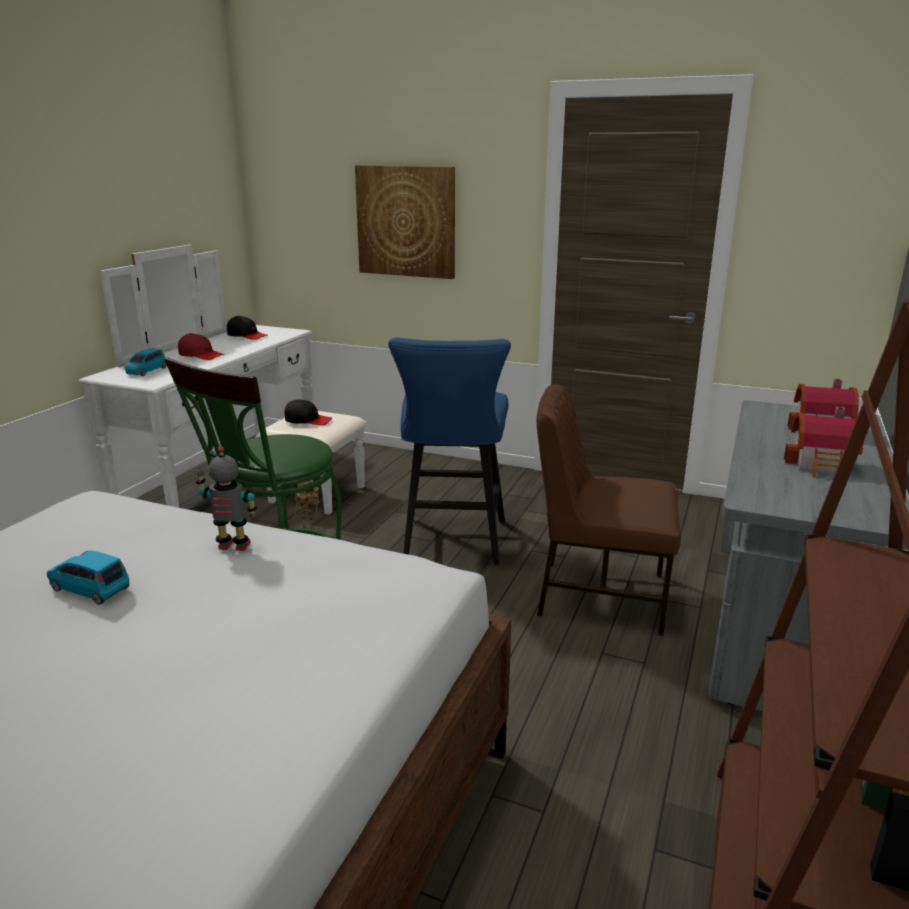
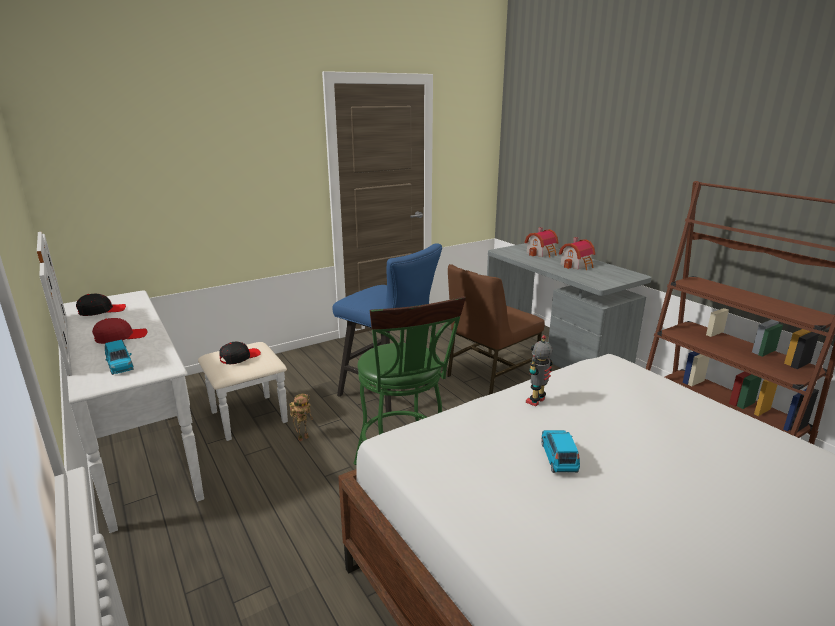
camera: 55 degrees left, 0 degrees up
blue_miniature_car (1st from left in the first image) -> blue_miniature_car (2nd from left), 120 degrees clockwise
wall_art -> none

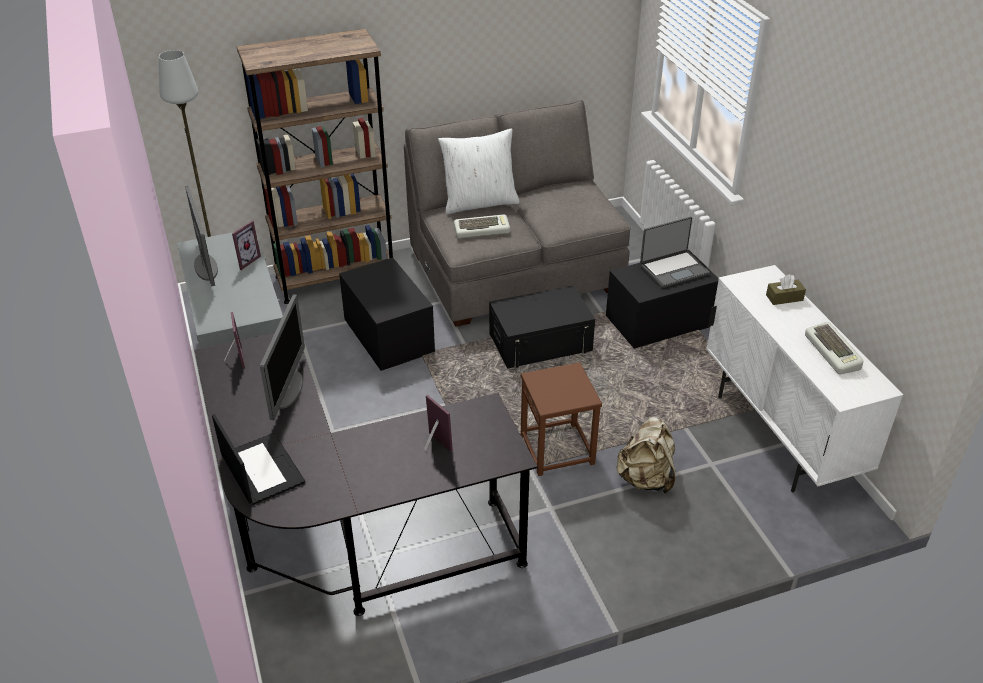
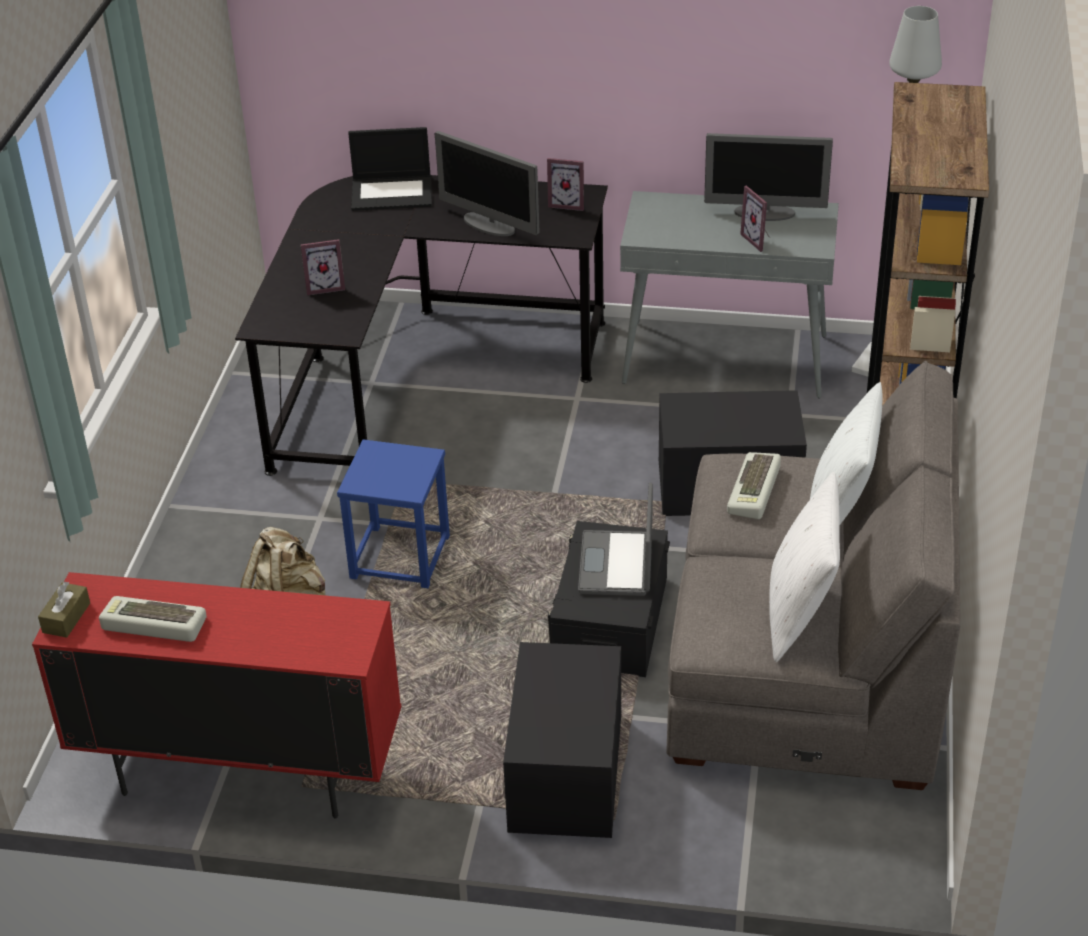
camera: 120 degrees right, 0 degrees up
brownish_stool -> blue_stool
laptop (2nd from left), move
white-coloured_cabinet -> red_cabinet
brownish_box_of_tissues, move
none -> white-coloured_throw_pillow (1st from left)

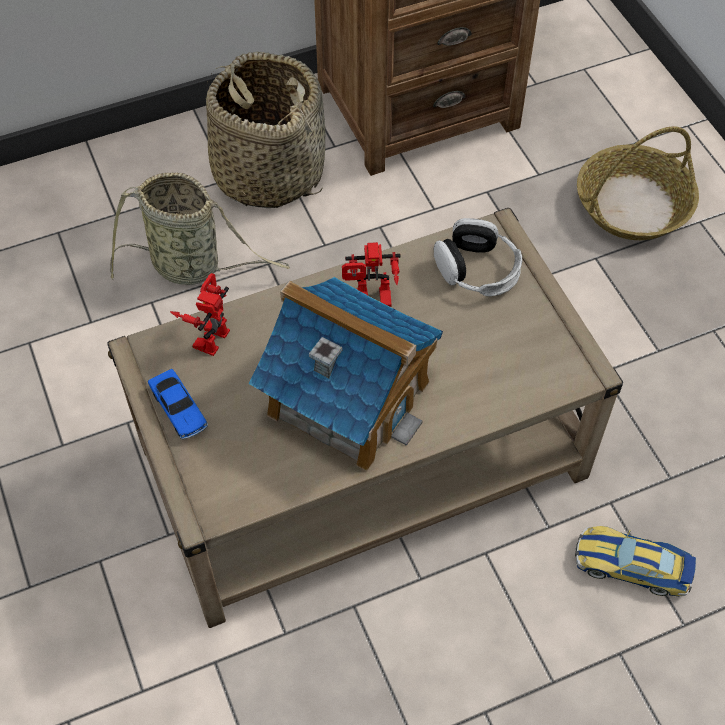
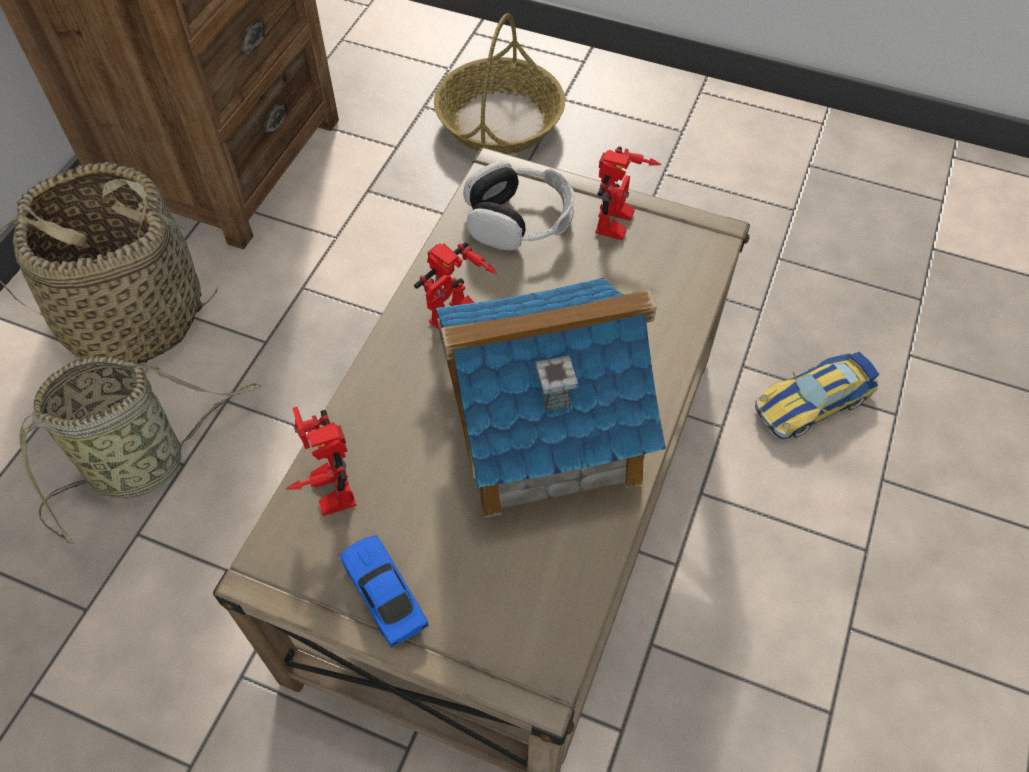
camera: 45 degrees left, 0 degrees up
miniature_car (1st from left), 135 degrees counterclockwise
none -> model_robot (3rd from left)

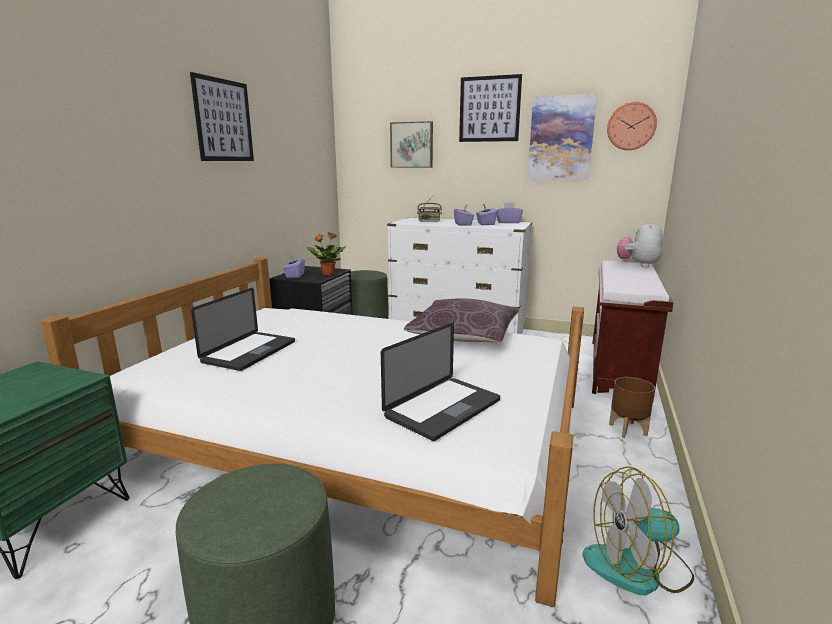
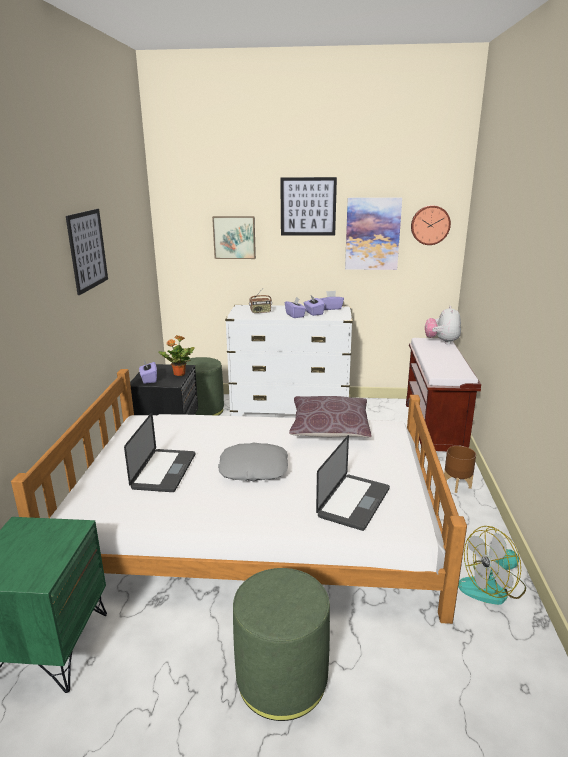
camera: 15 degrees left, 5 degrees up
none -> greyish_throw_pillow

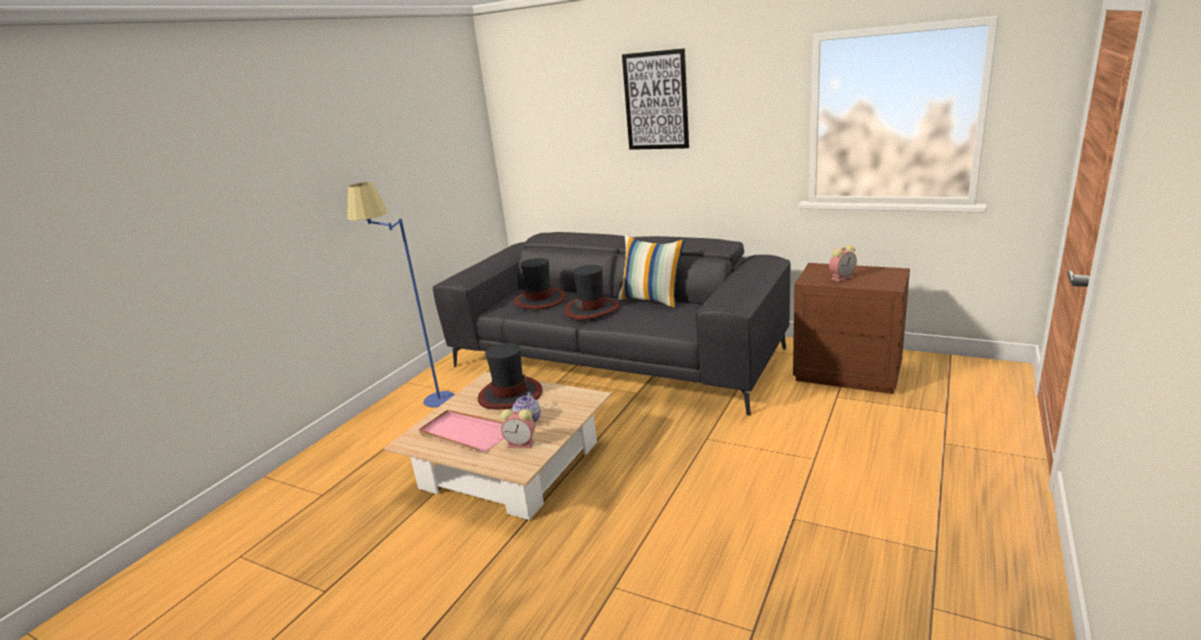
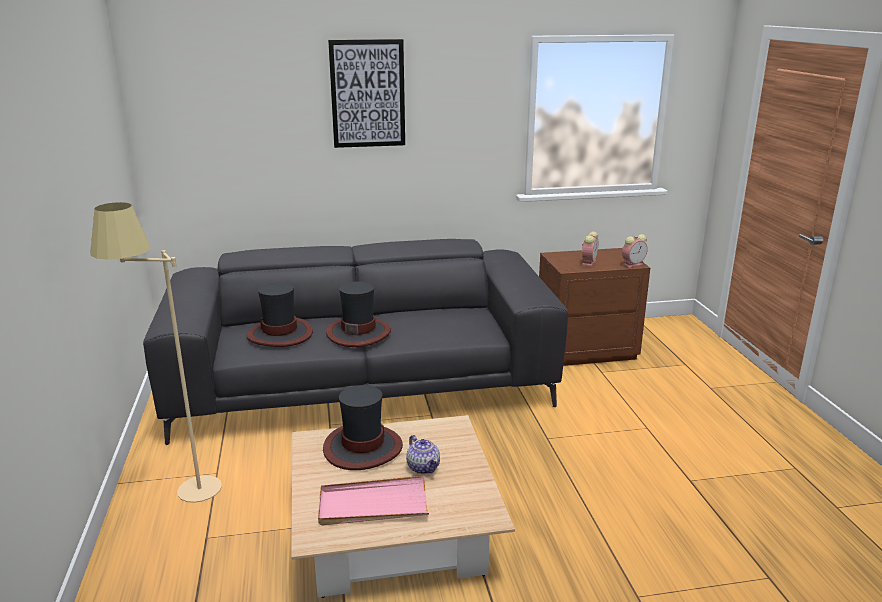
camera: 40 degrees left, 0 degrees up
blue_standard_lamp -> beige_standard_lamp
table_clock (1st from left in the first image) -> table_clock (2nd from left), move
throw_pillow -> none

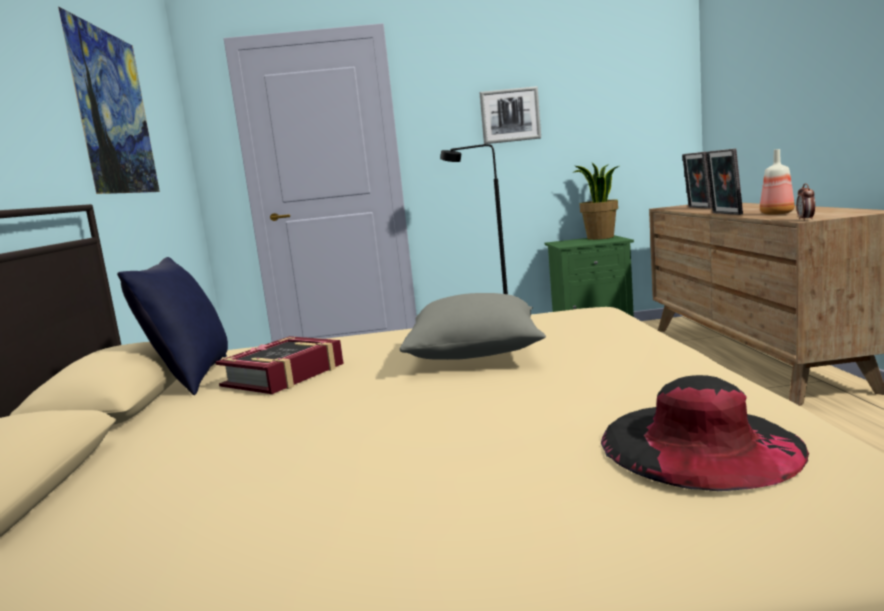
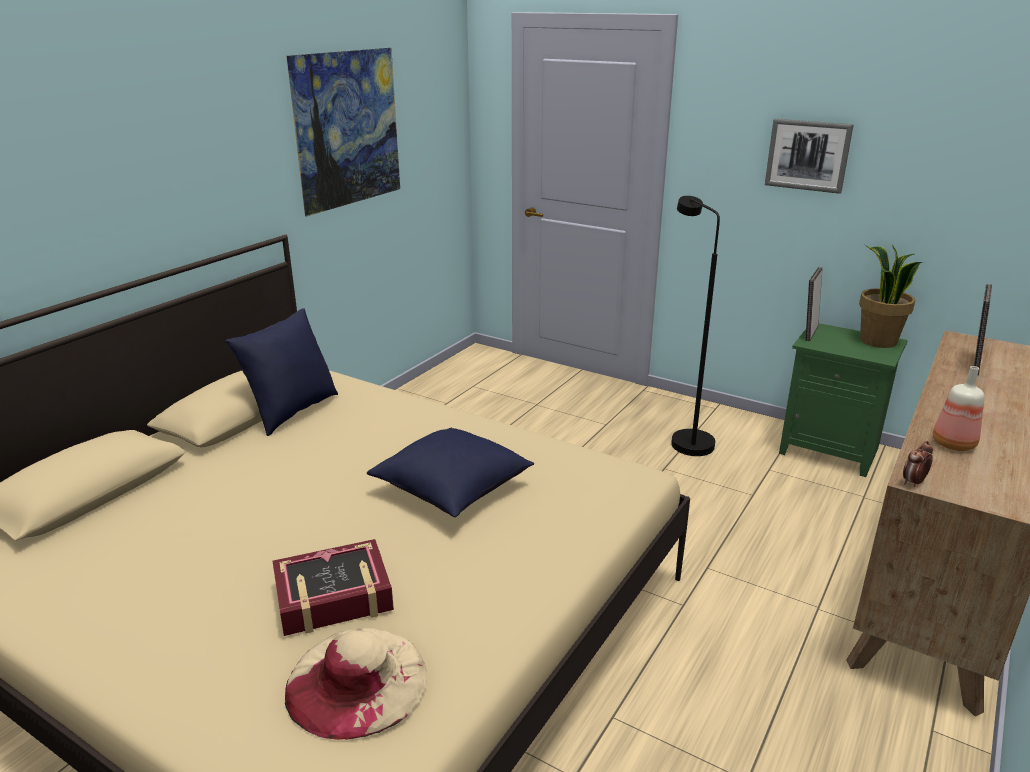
camera: 35 degrees right, 15 degrees up
bound_book, move
greyish_throw_pillow -> blue_throw_pillow (2nd from left)
black_hat -> beige_hat
standing_frame (2nd from left in the first image) -> standing_frame (1st from left), move

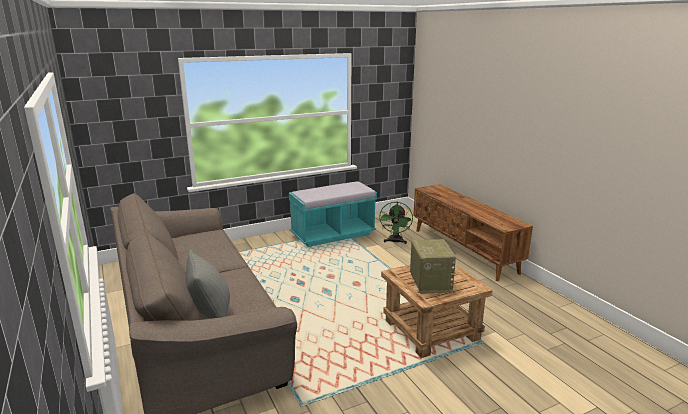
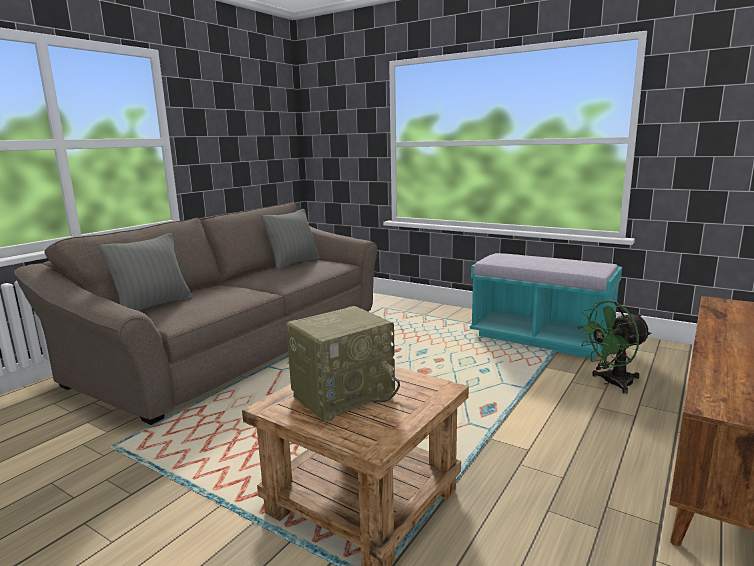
camera: 60 degrees right, 5 degrees down
none -> greyish_throw_pillow (2nd from left)

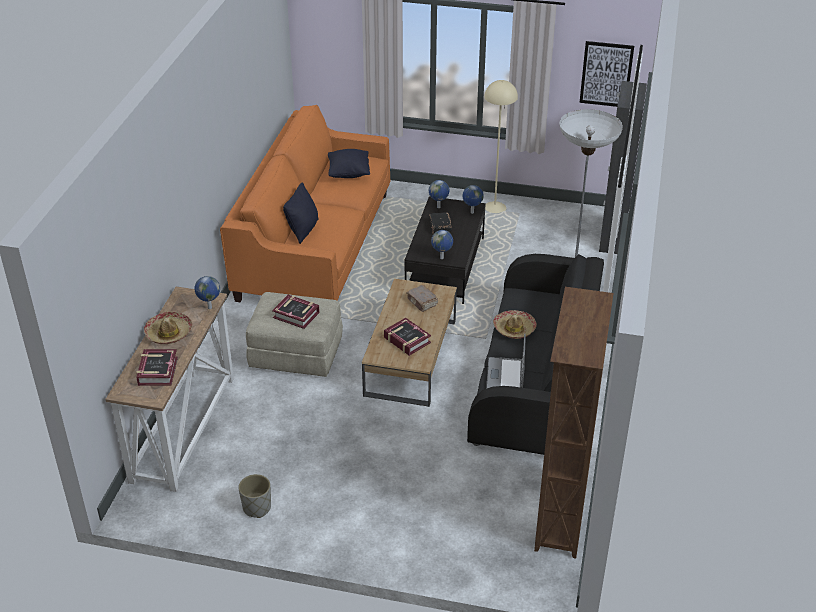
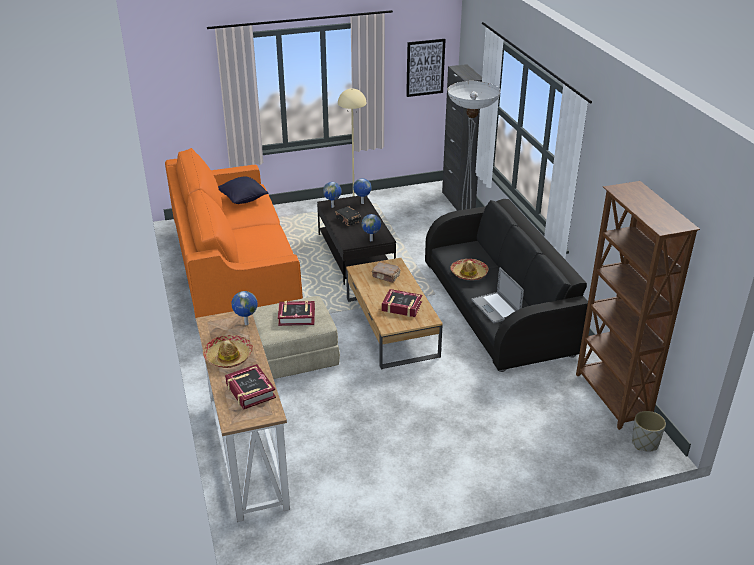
camera: 30 degrees left, 5 degrees down
greyish_plant_pot, move
black_throw_pillow (1st from left) -> none

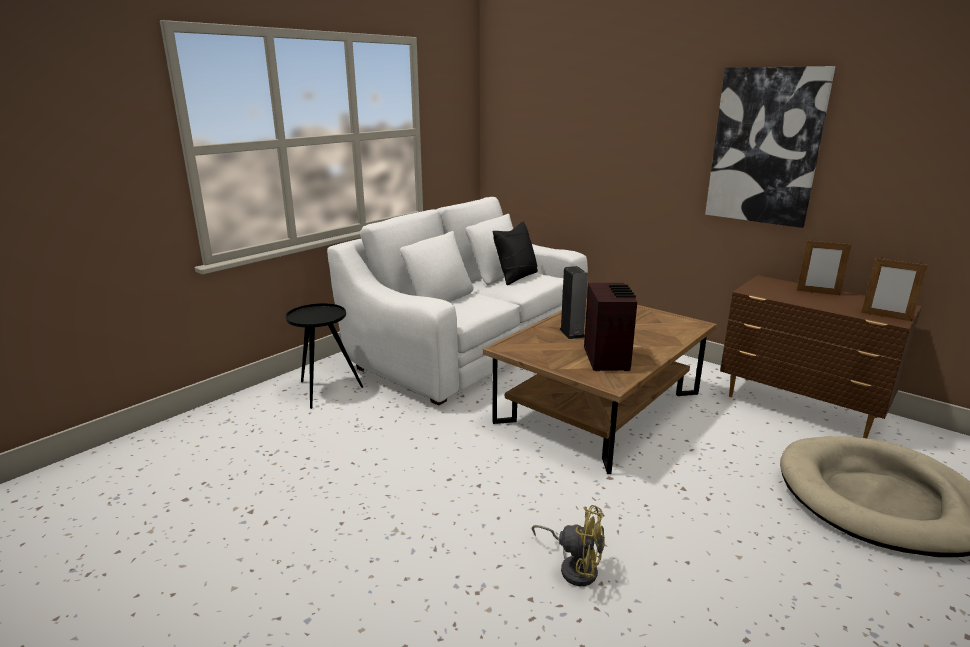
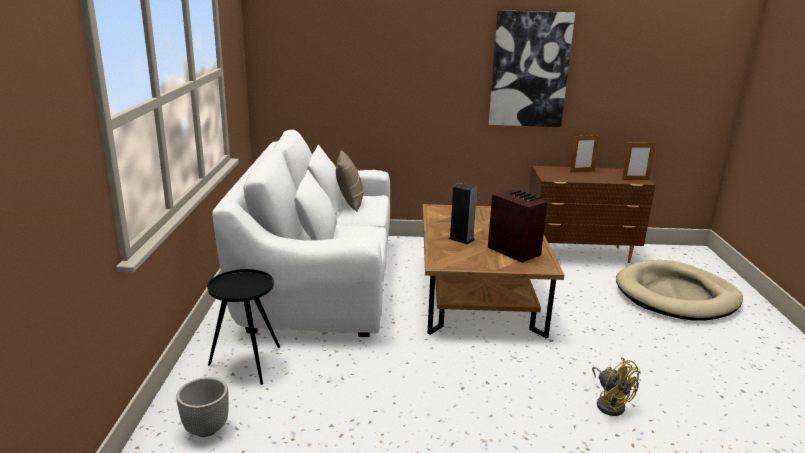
camera: 40 degrees left, 0 degrees up
black_throw_pillow -> beige_throw_pillow
yellow-coloured_fan, 75 degrees clockwise
none -> plant_pot

